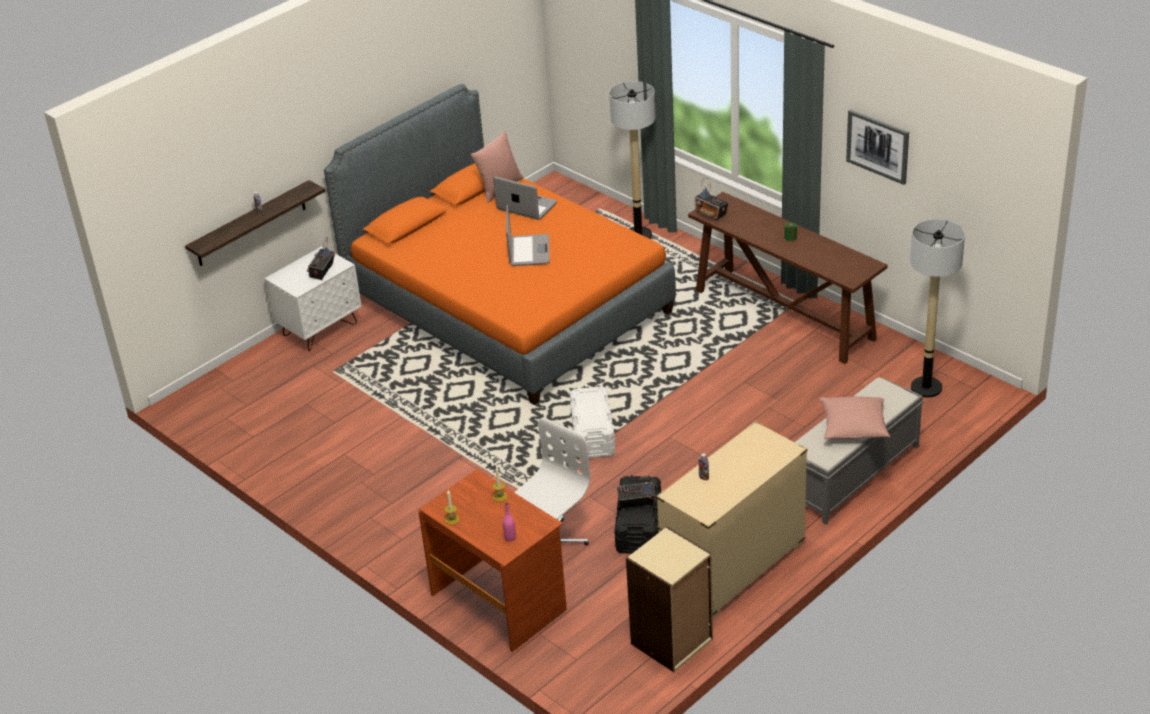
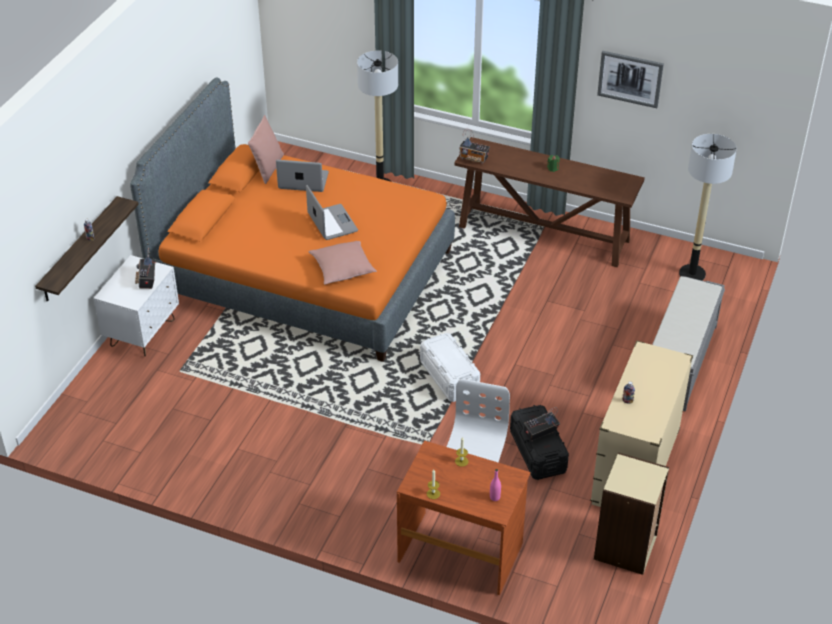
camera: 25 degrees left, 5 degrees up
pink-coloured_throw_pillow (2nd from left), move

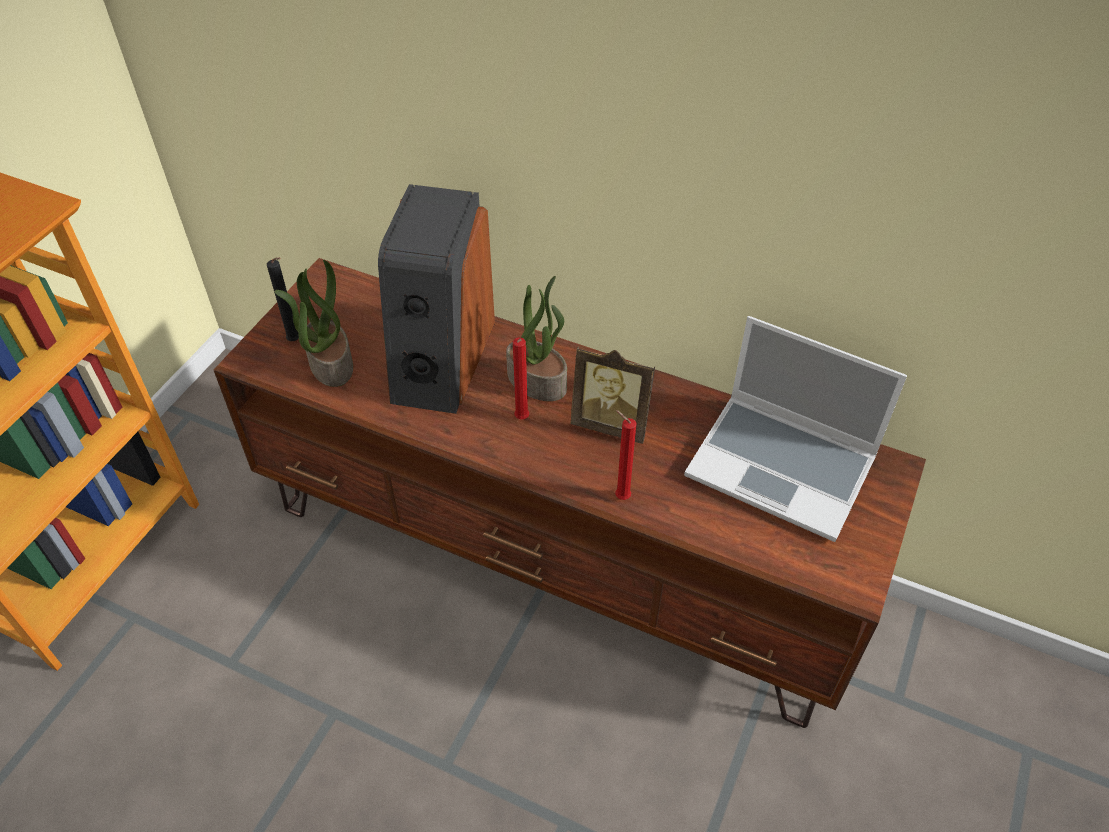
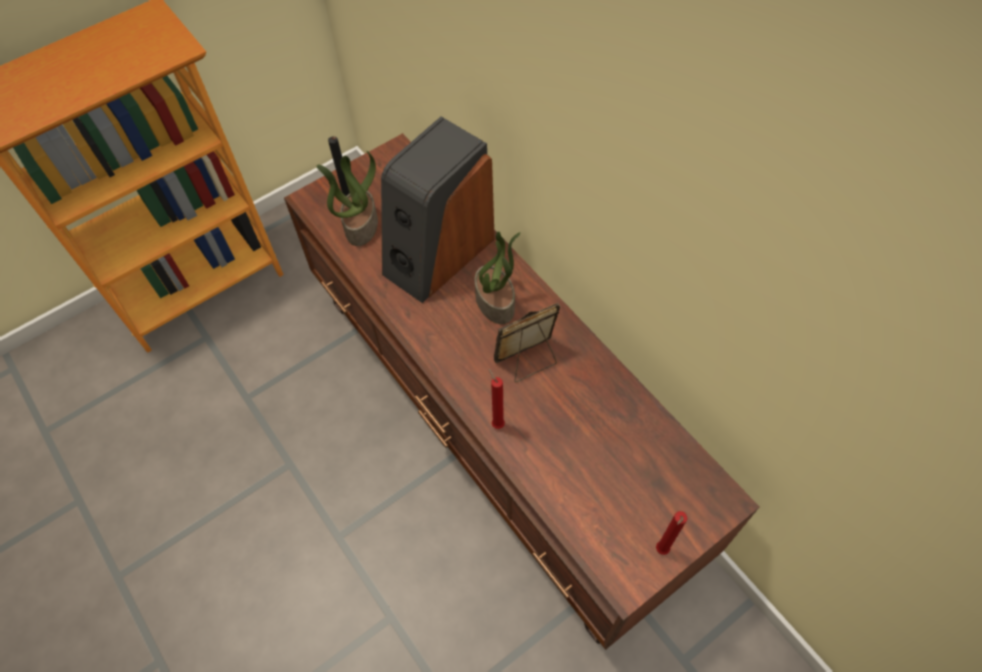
camera: 30 degrees right, 10 degrees up
red_wax_light (1st from left in the first image) -> red_wax_light (2nd from left), move
standing_frame, 105 degrees clockwise
laptop -> none

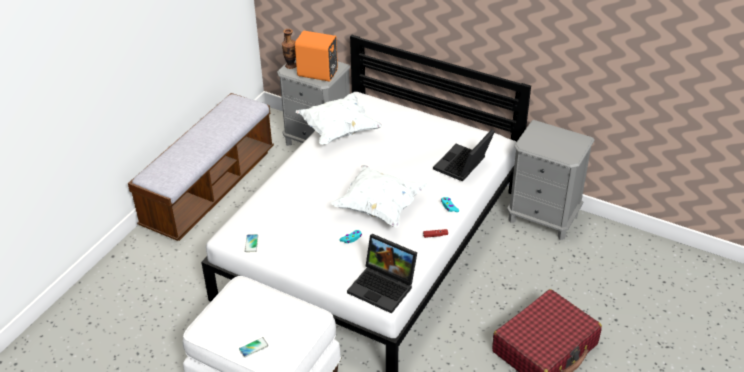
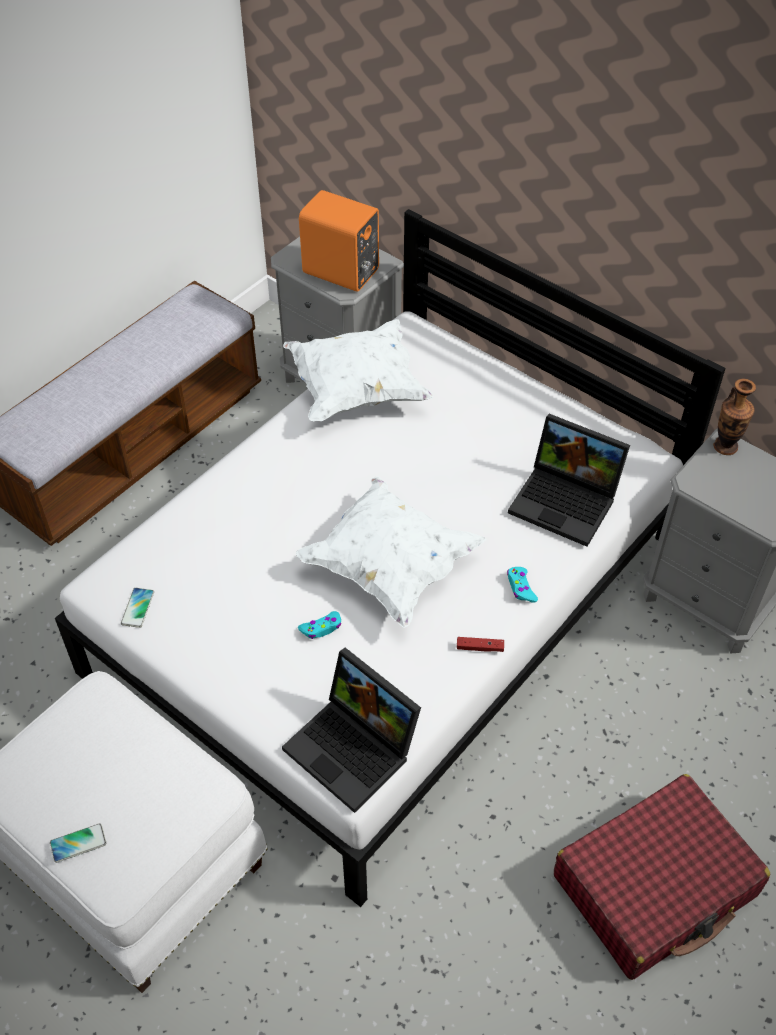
camera: 10 degrees right, 10 degrees up
flower_vase, move
laptop (2nd from left), 105 degrees counterclockwise

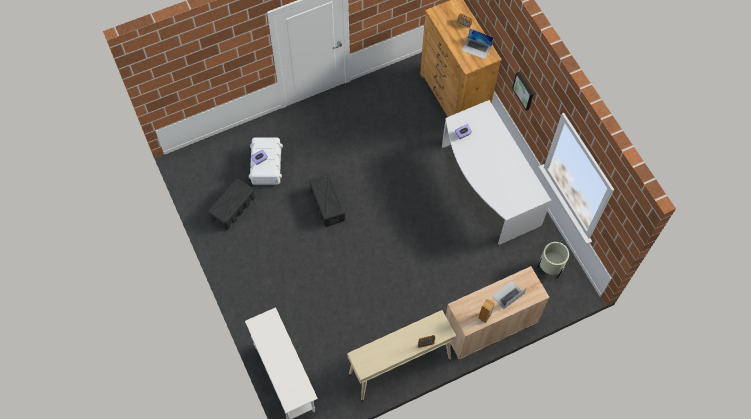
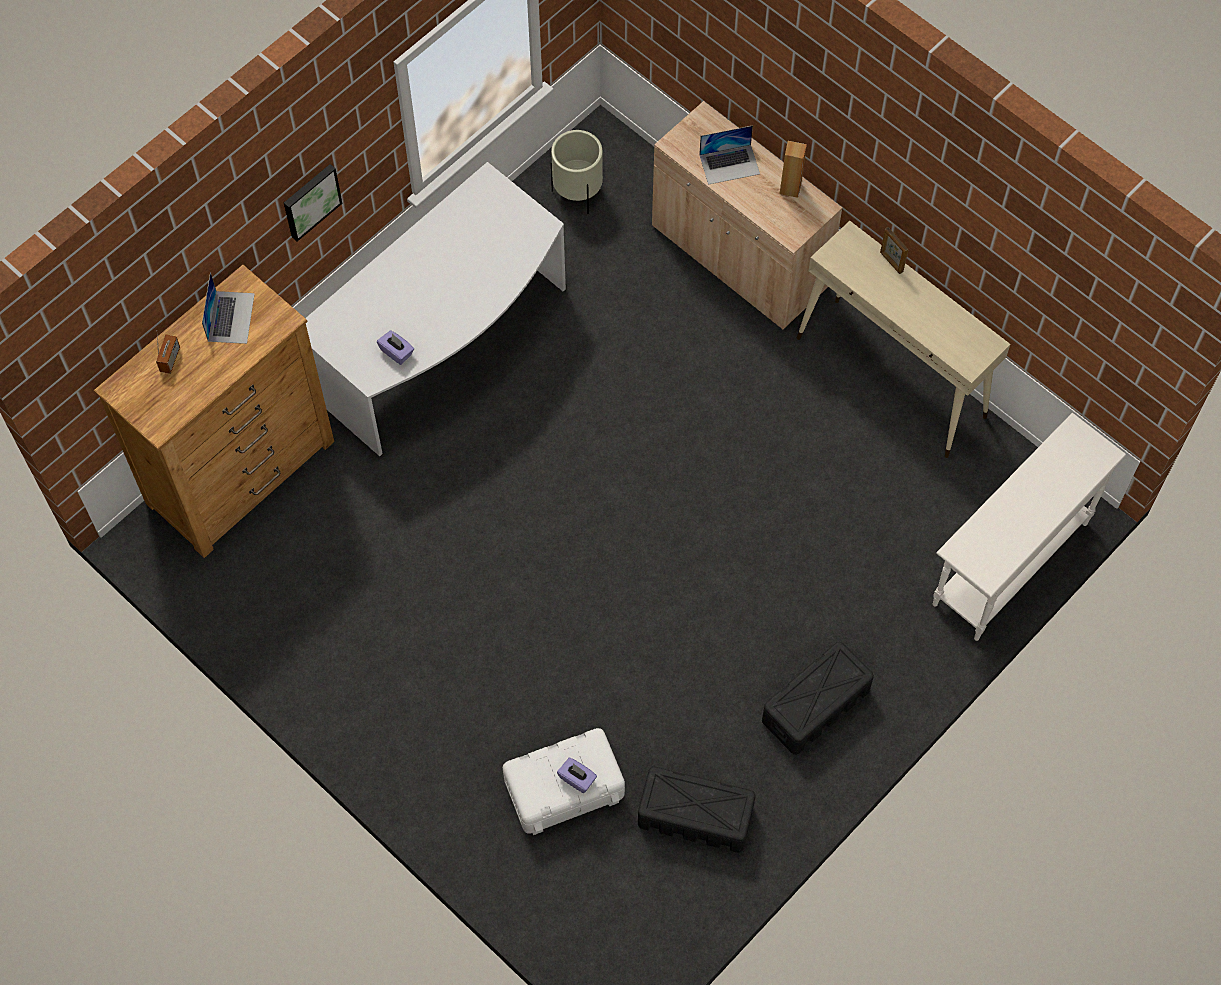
camera: 110 degrees left, 0 degrees up
black_storage_container (2nd from left), move
laptop (2nd from left), 45 degrees counterclockwise

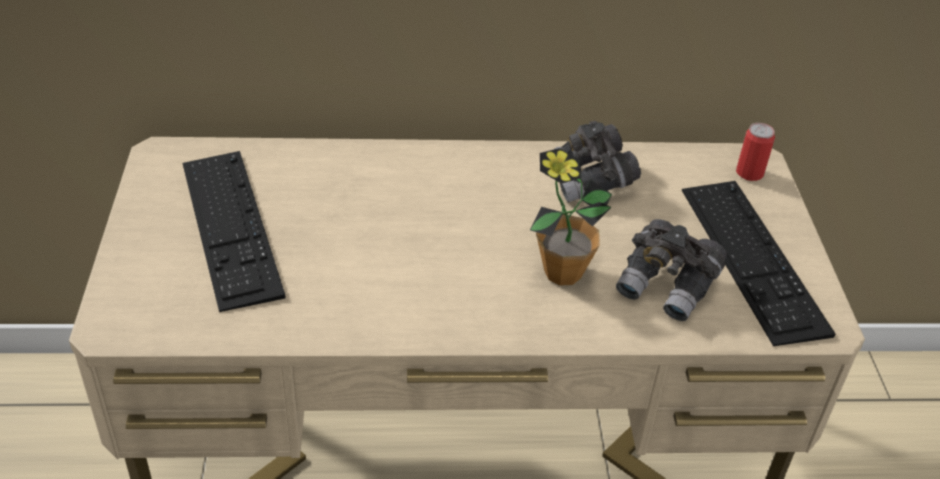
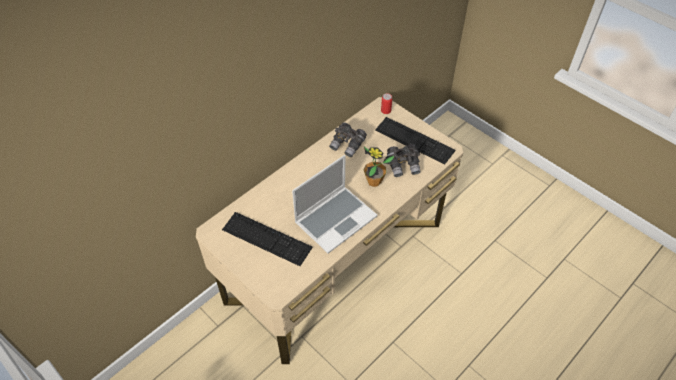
camera: 40 degrees left, 10 degrees up
none -> laptop

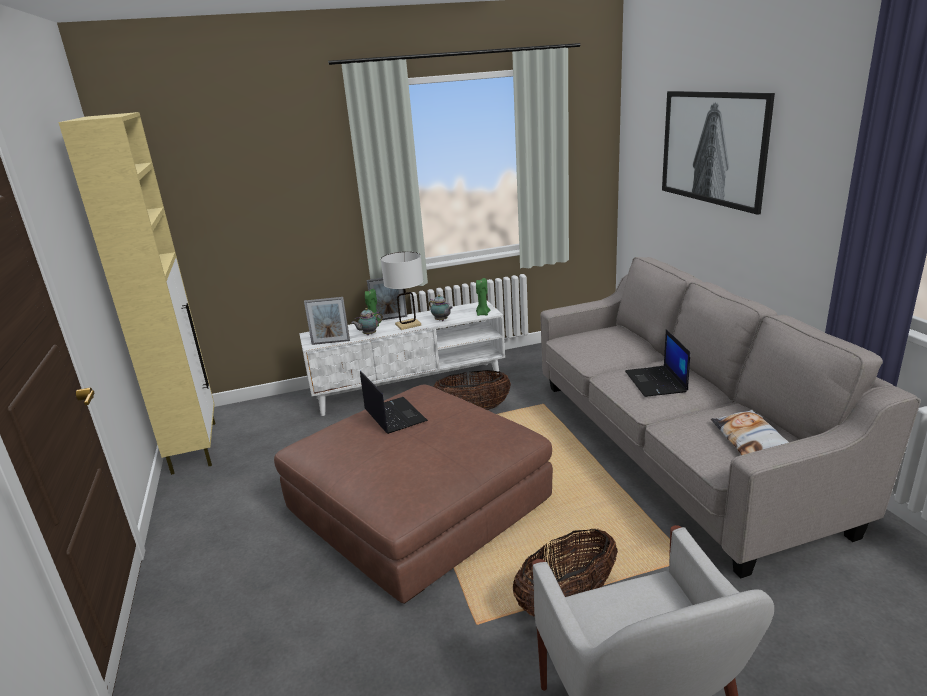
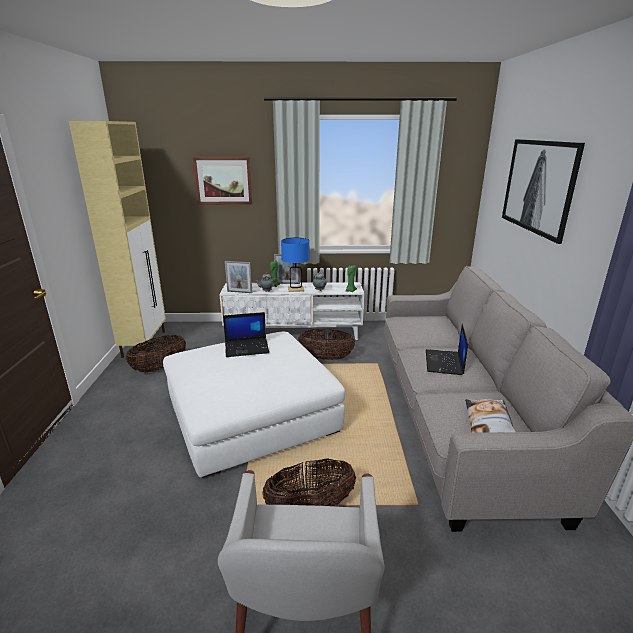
camera: 15 degrees right, 0 degrees up
brownish_pouffe -> white-coloured_pouffe
laptop (1st from left), 90 degrees clockwise
white-coloured_table_lamp -> blue_table_lamp
none -> basket (1st from left)
none -> wall_art (1st from left)

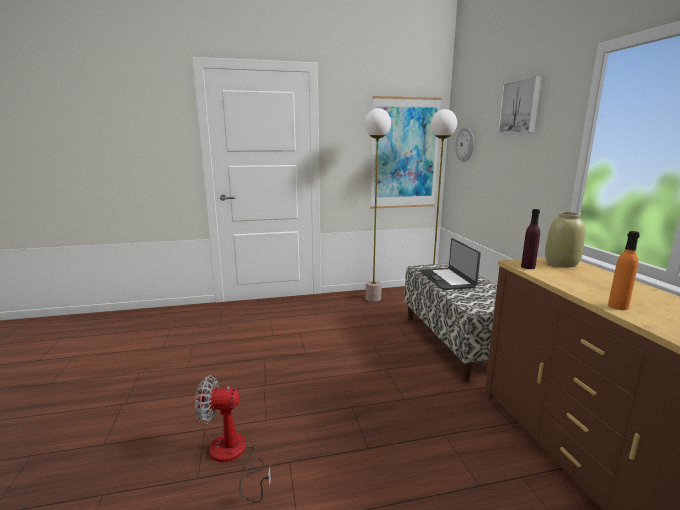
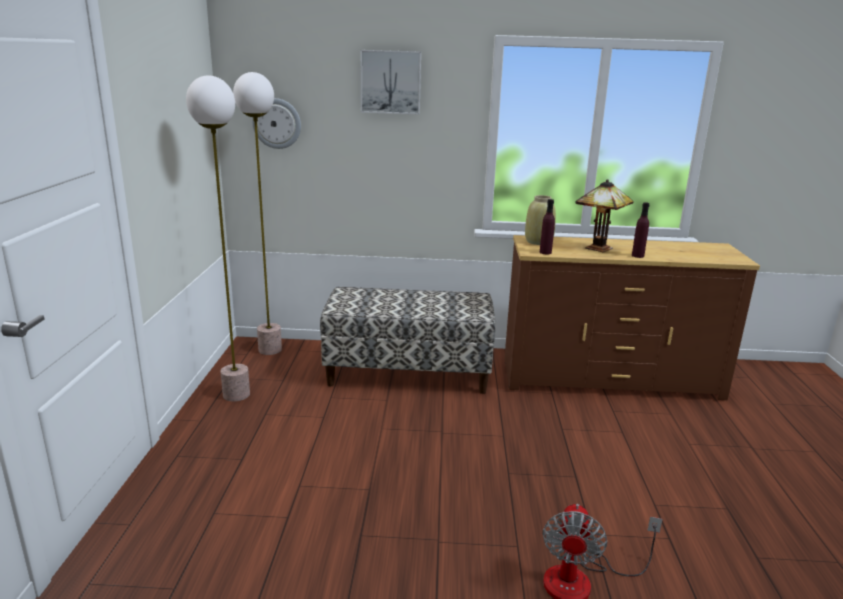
camera: 75 degrees left, 5 degrees up
wall_art (1st from left) -> none
laptop -> none
orange_bottle -> purple_bottle (2nd from left)
none -> table_lamp

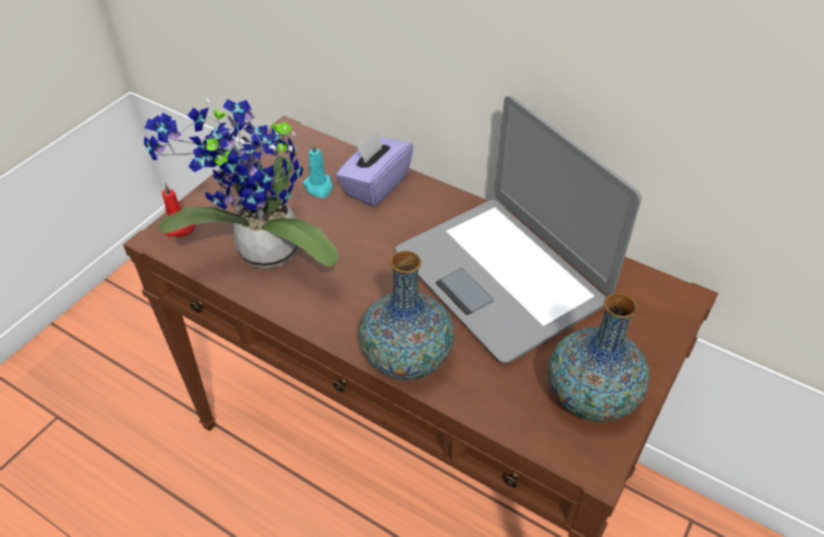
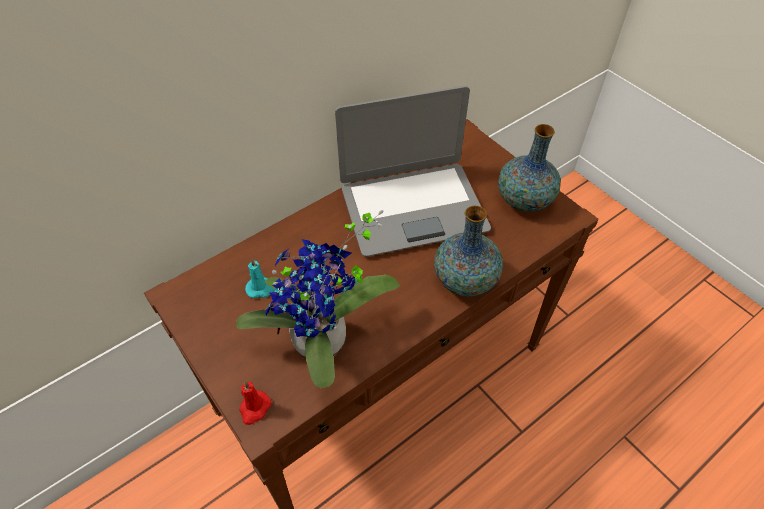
camera: 70 degrees left, 5 degrees up
purple_box_of_tissues -> none

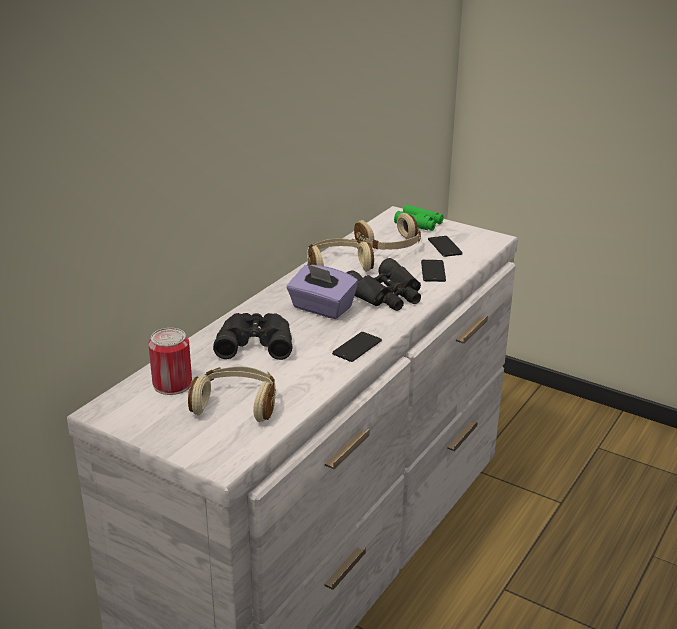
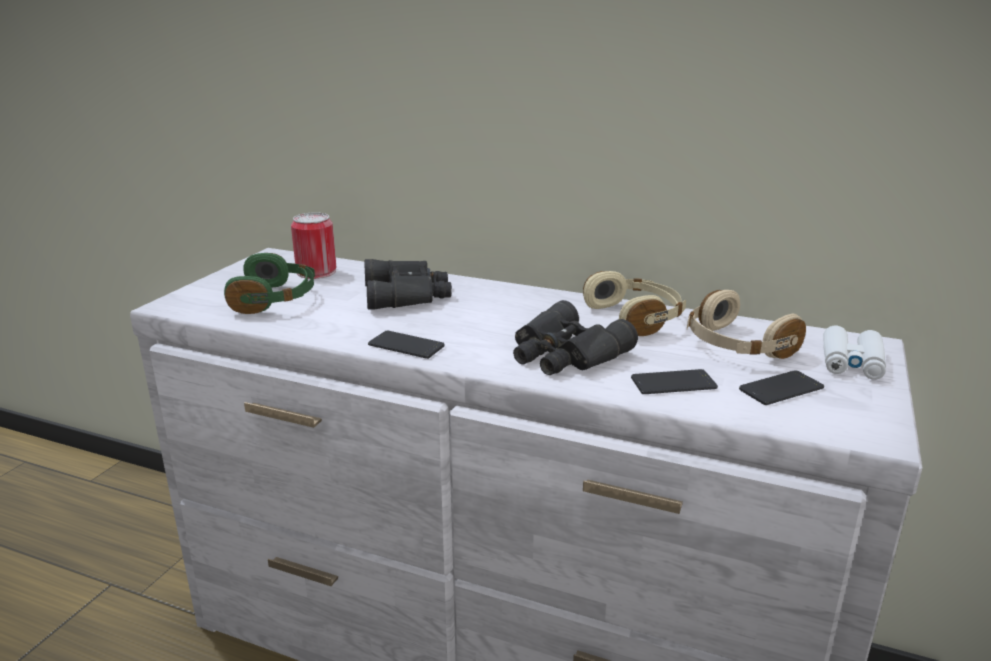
camera: 80 degrees right, 5 degrees down
beige_headset (1st from left) -> greenish_headset
purple_box_of_tissues -> none
greenish_field_glasses -> white-coloured_field_glasses

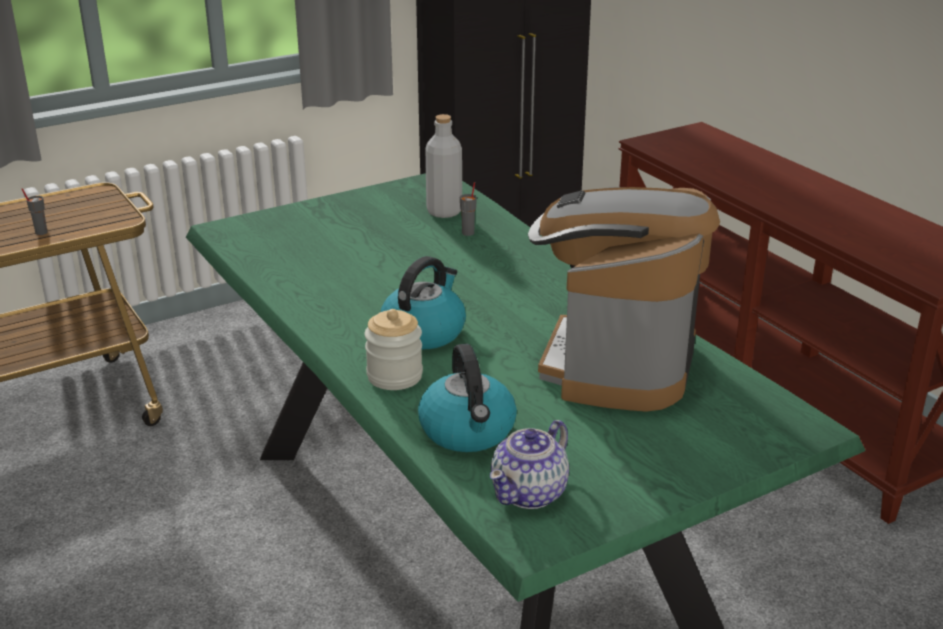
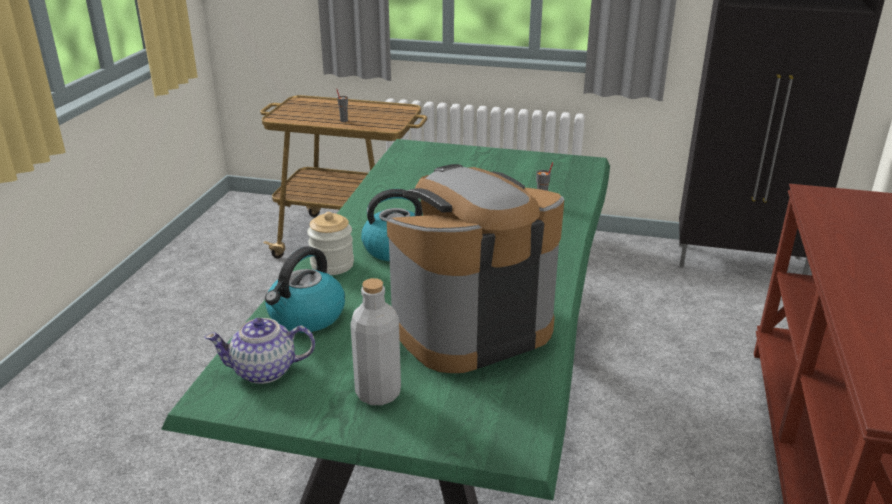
camera: 45 degrees right, 0 degrees up
greyish_bottle, move

